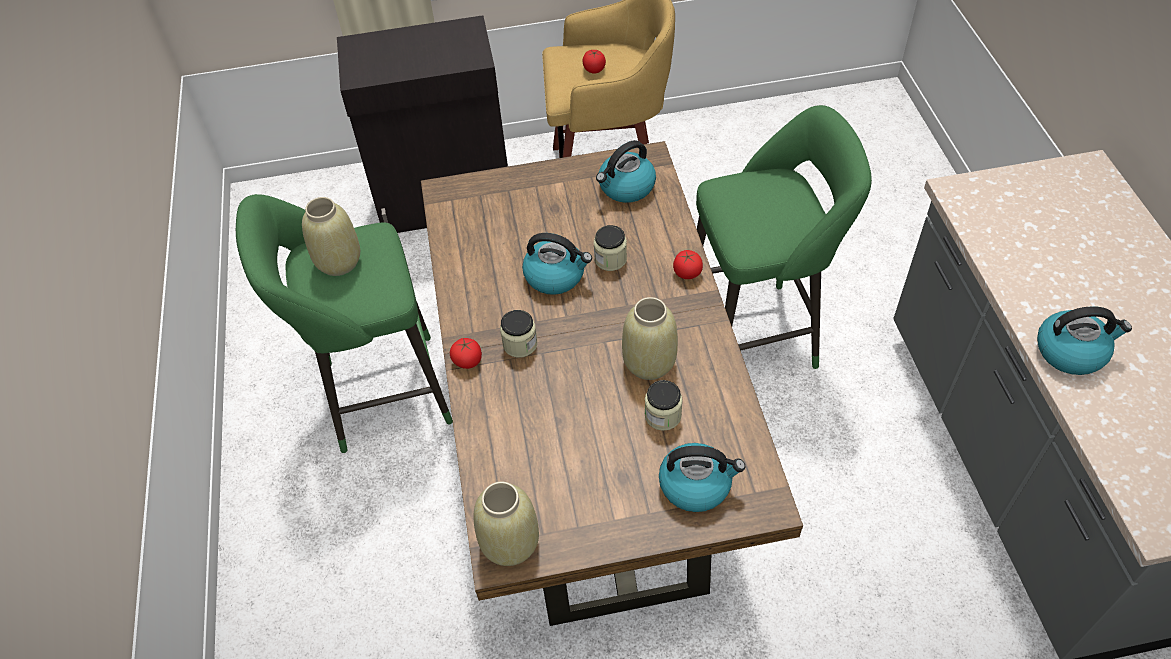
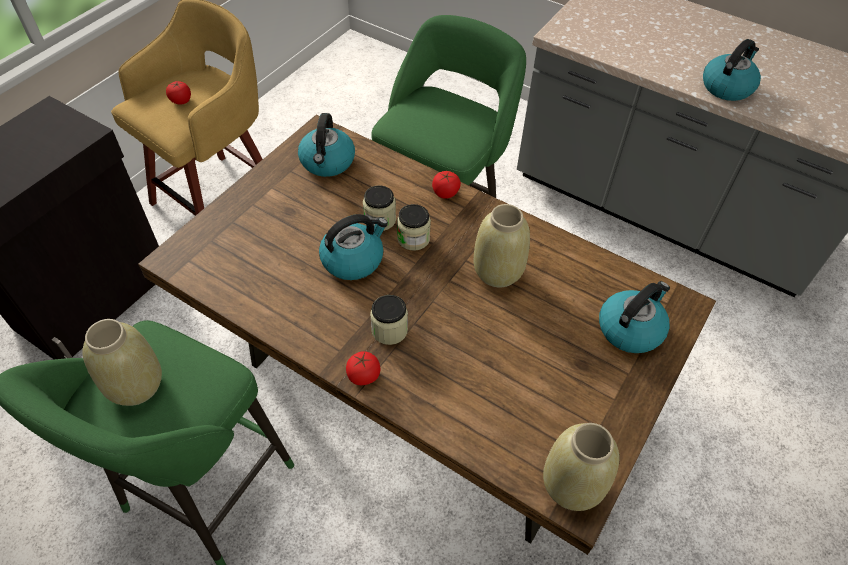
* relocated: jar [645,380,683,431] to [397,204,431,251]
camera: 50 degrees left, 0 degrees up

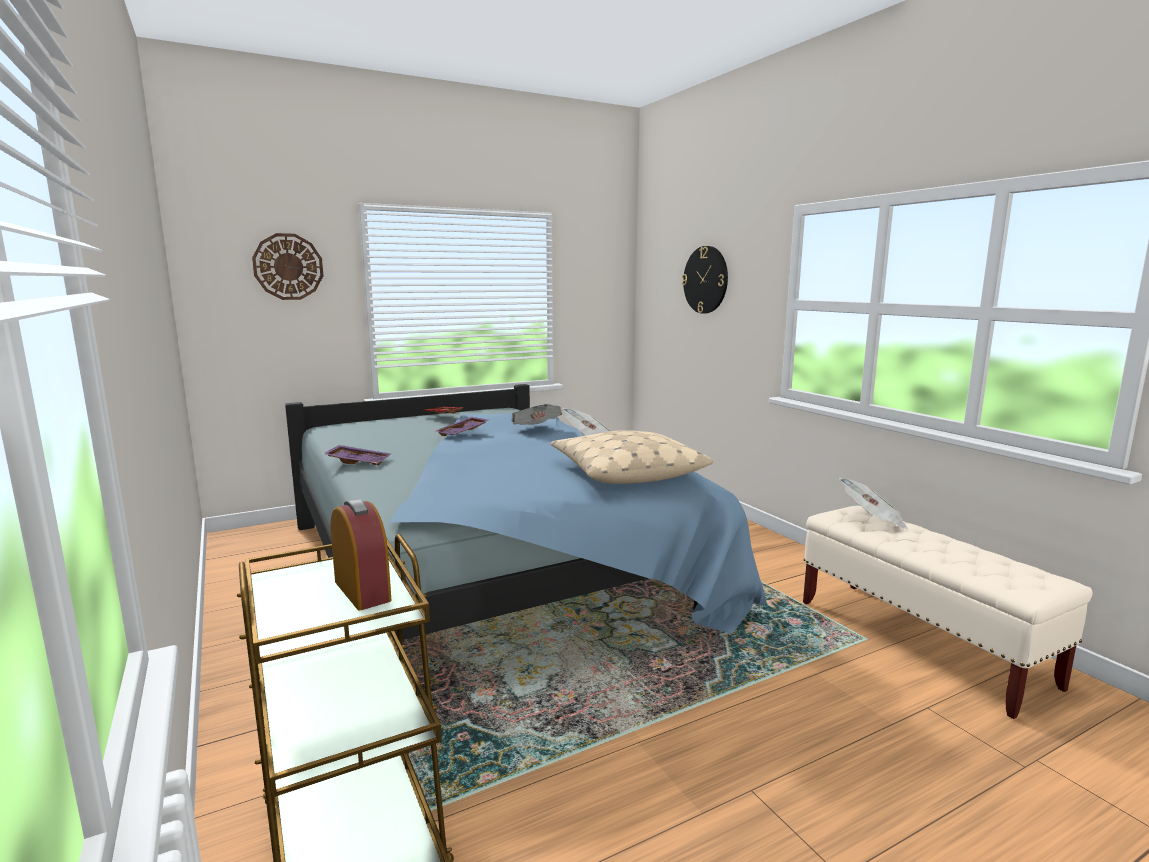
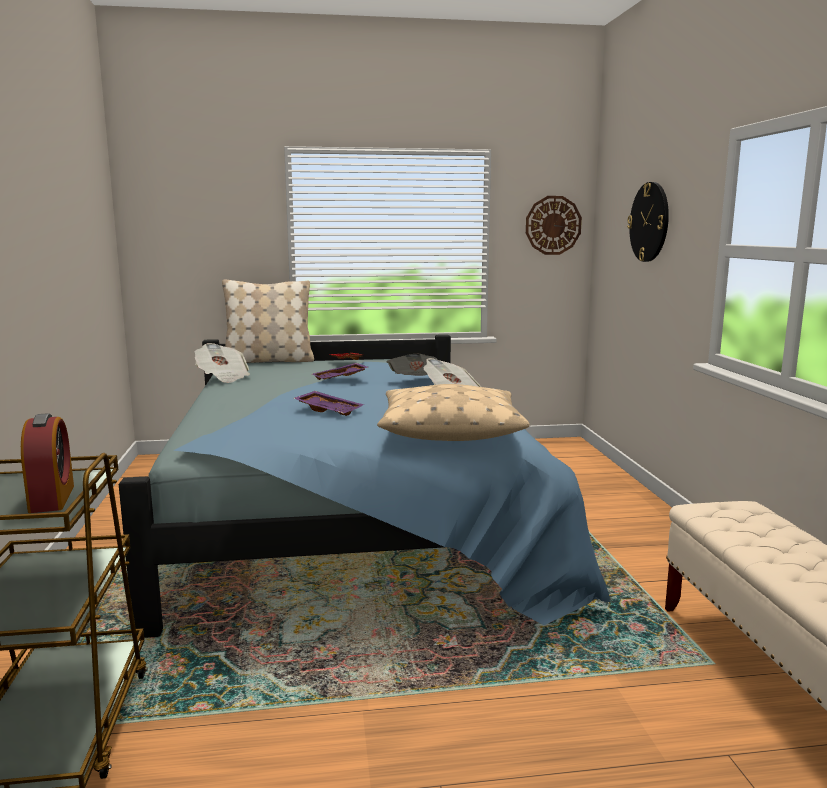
* relocated: newspaper [839,477,909,530] to [194,343,250,383]
* appeared: beige pillow [222,279,314,363]
* relocated: purple tray [323,445,391,465] to [293,391,364,416]
* relocated: wall clock [252,233,324,300] to [526,196,582,255]
camera: 20 degrees right, 0 degrees up

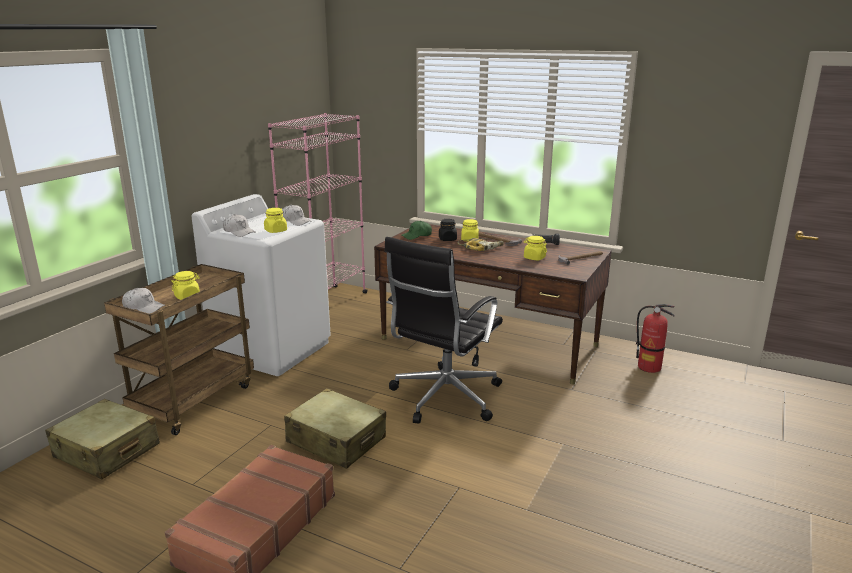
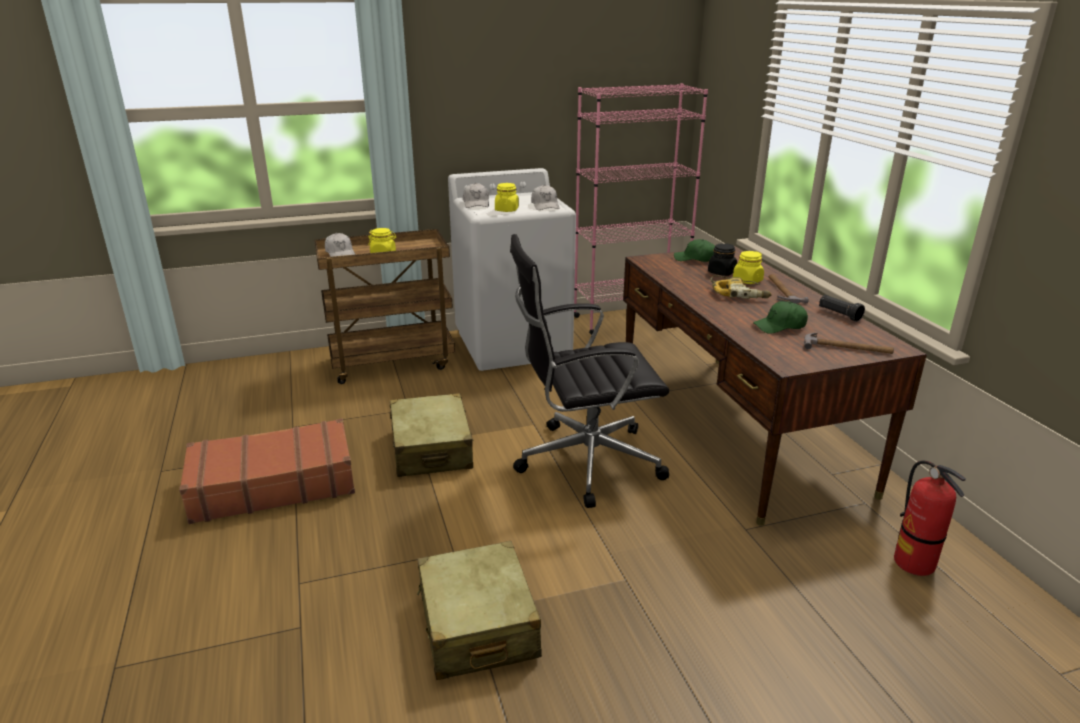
* relocated: beige suitcase [45,399,160,479] to [417,541,542,680]
* exchanged: yellow jar [524,236,547,261] to green cap [753,301,808,334]
camera: 45 degrees right, 5 degrees up

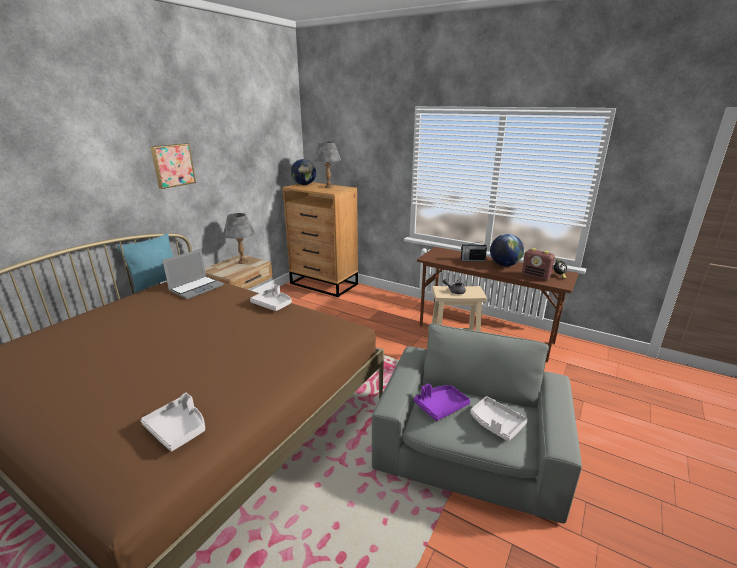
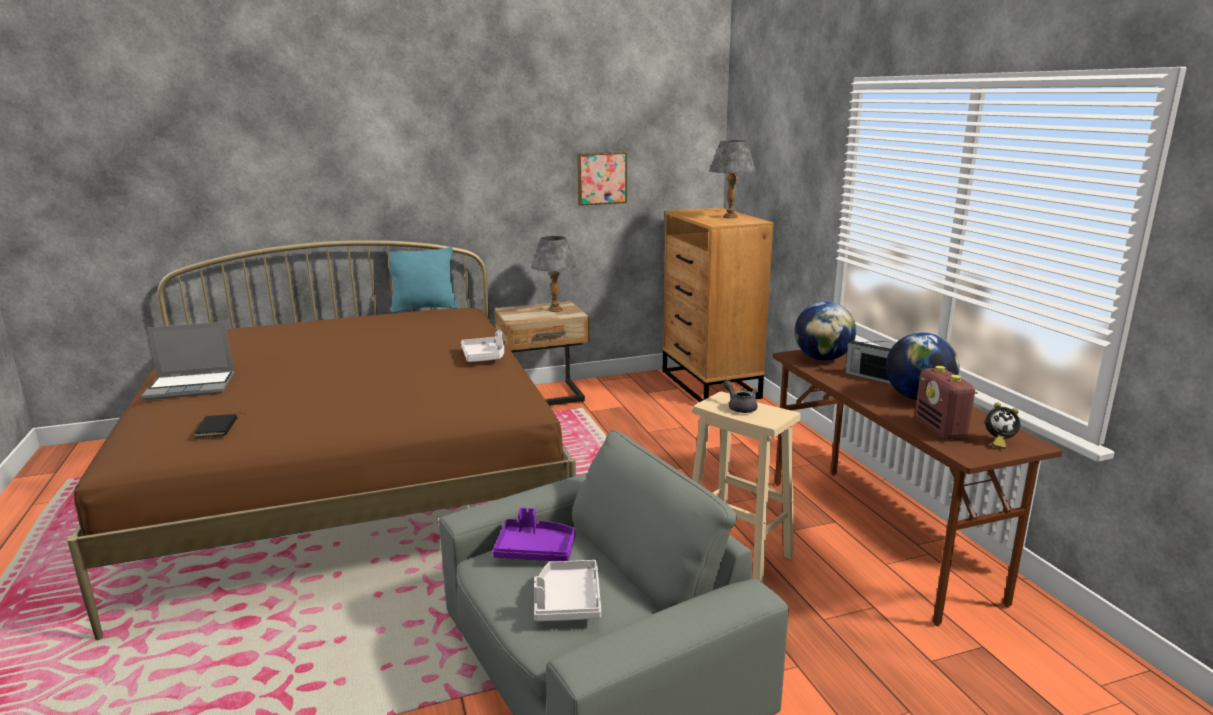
* relocated: laptop [162,249,224,299] to [141,322,235,400]
* exchanged: white tray [141,393,205,452] to black book [194,413,247,438]
* relocated: picture [151,143,196,189] to [577,152,627,206]
* relocated: globe [291,159,316,185] to [795,301,856,361]
camera: 40 degrees right, 5 degrees down

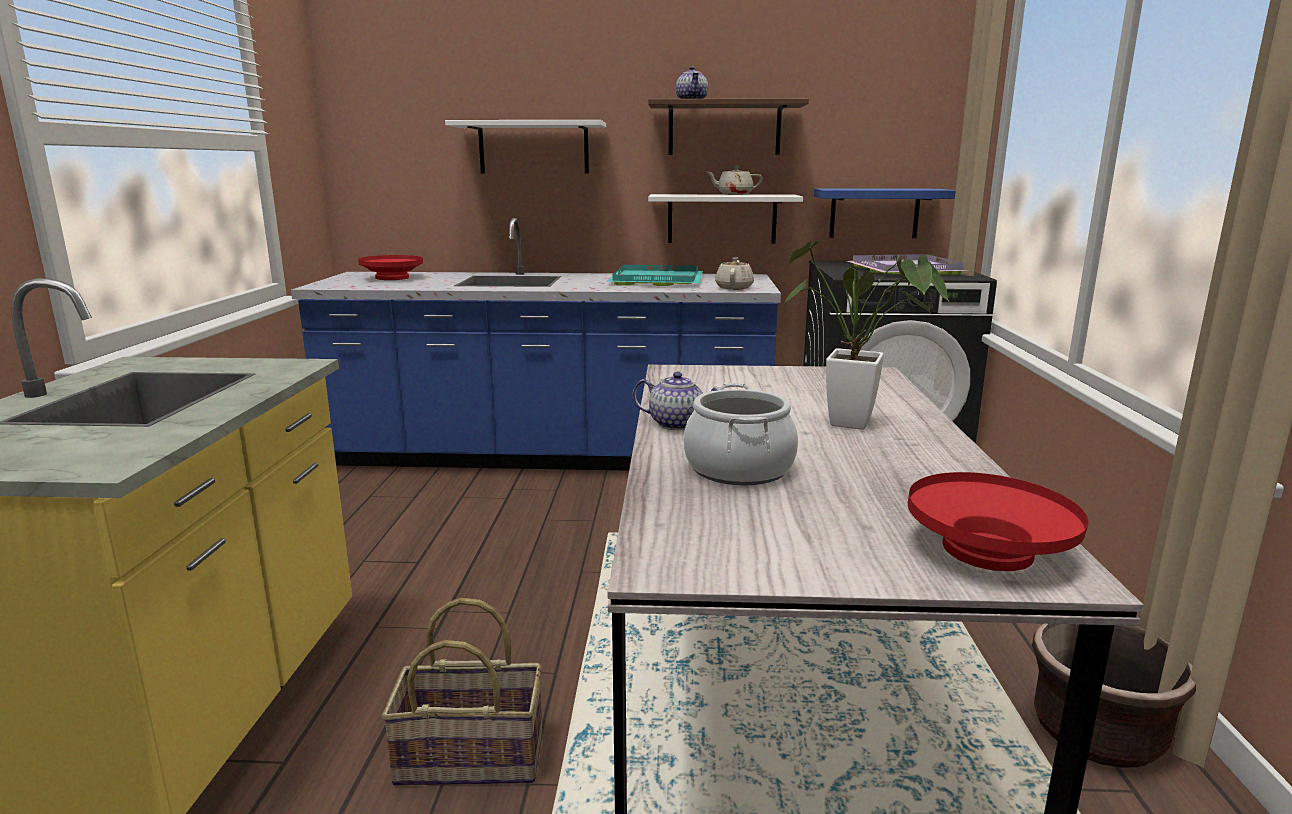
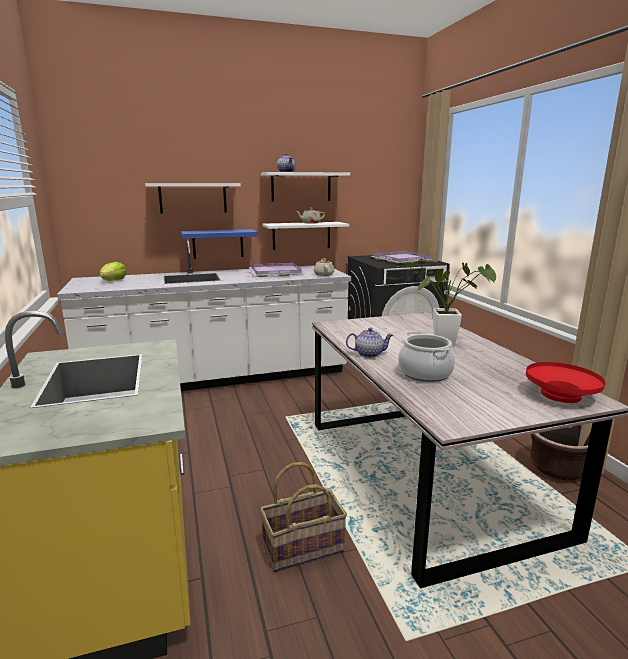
* colour: blue counter [291,218,781,471] to white counter [57,240,351,391]
* exchanged: red bowl [358,255,423,280] to lettuce [99,262,126,281]
* relocated: blue shelf [814,188,956,238] to [181,229,258,259]
* colour: turquoise tray [606,265,703,286] to purple tray [249,263,304,277]
* colour: brown shelf [648,98,809,155] to white shelf [261,172,350,201]
camera: 20 degrees left, 0 degrees up

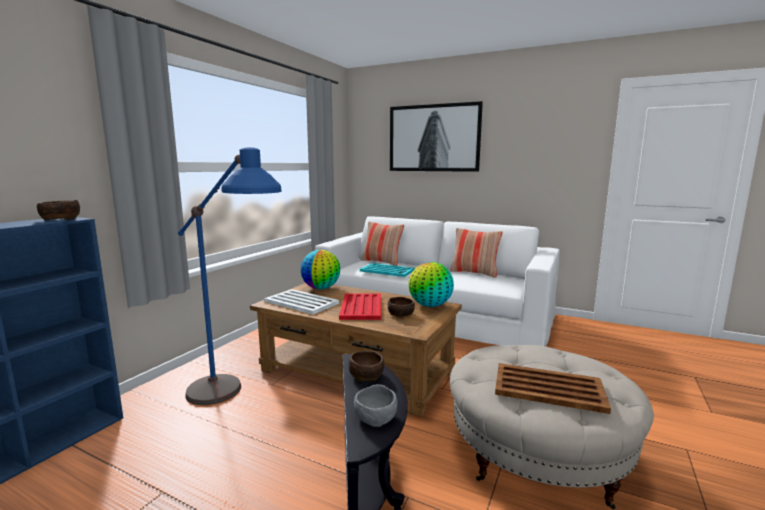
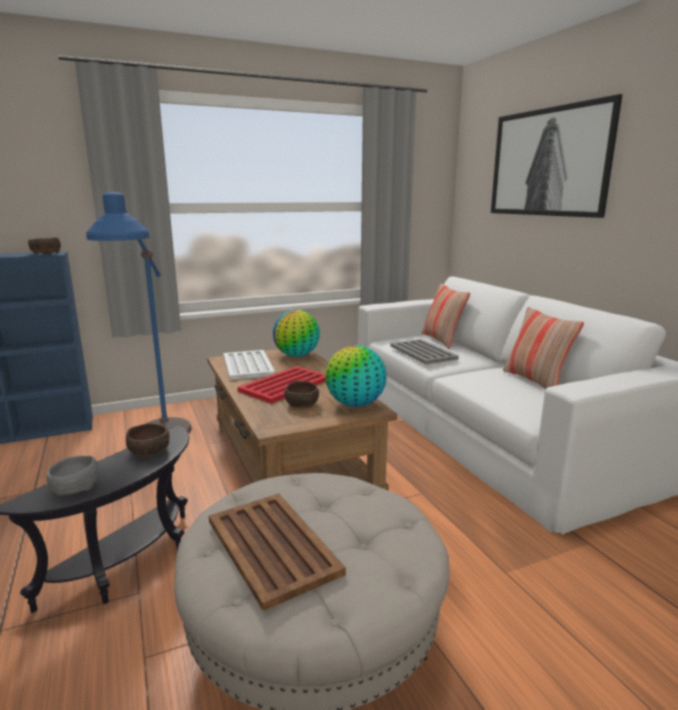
* colour: turquoise tray [360,263,415,277] to grey tray [390,339,459,365]
camera: 40 degrees right, 5 degrees up

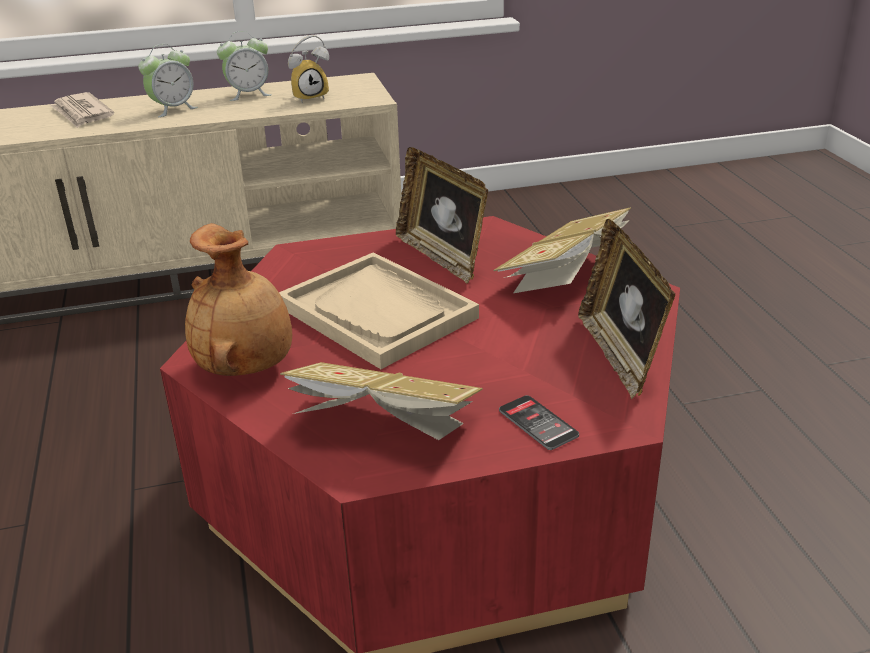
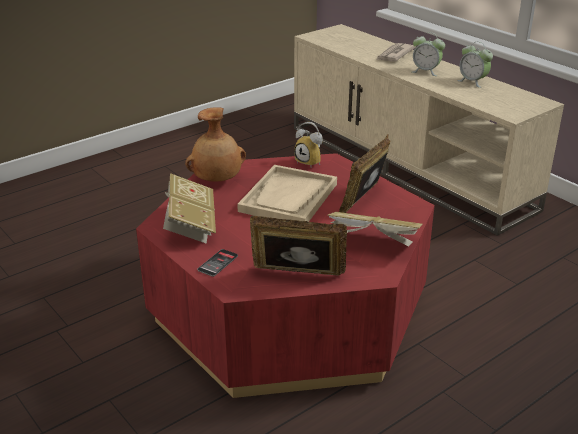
* spun: picture frame [578,219,676,399] = [250,215,347,276] 45 degrees clockwise
* relocated: alarm clock [288,35,329,103] to [294,122,323,166]
camera: 65 degrees right, 0 degrees up

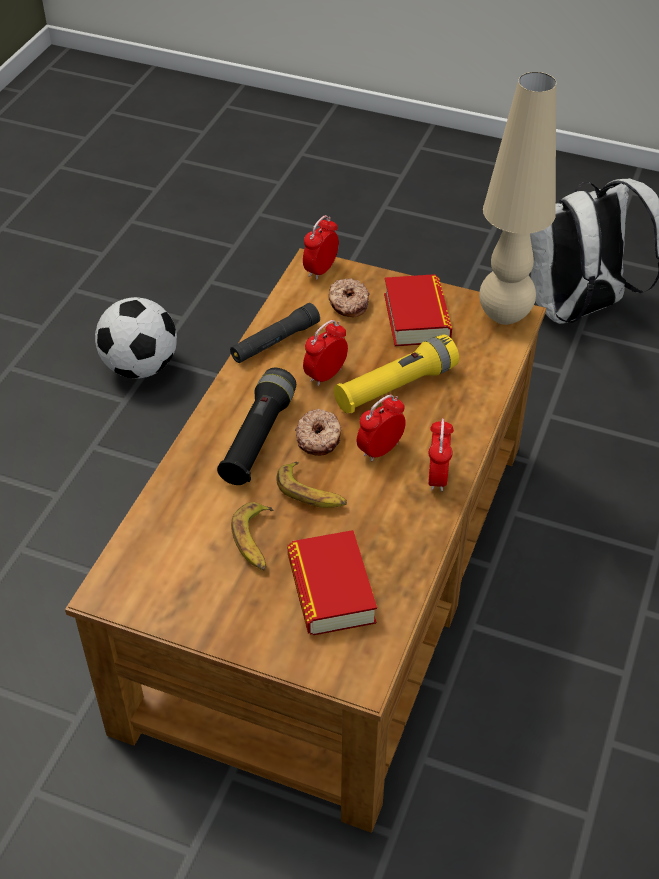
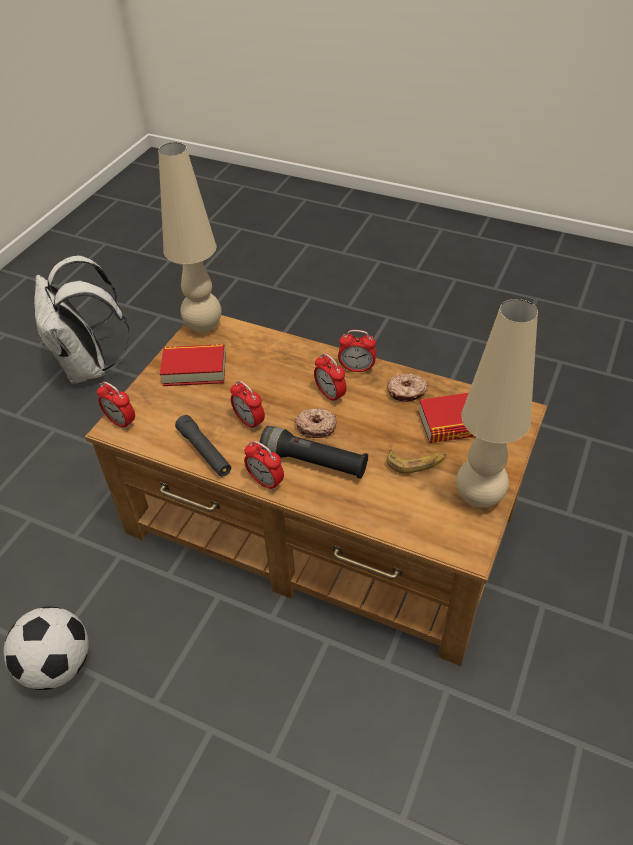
* appeared: alarm clock [244,441,284,491]
* relocated: donut [329,278,370,317] to [388,373,428,402]
* appeared: beige table lamp [456,299,538,508]
* missing: banana [276,462,347,508]
* missing: yellow flashlight [334,335,459,413]
camera: 85 degrees left, 0 degrees up

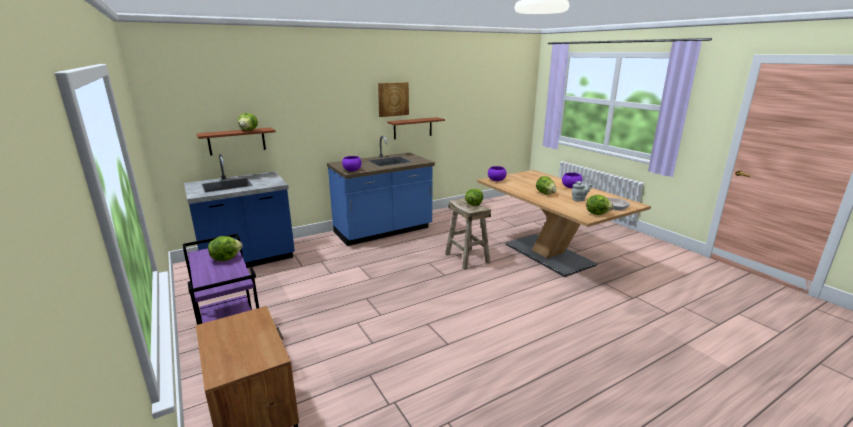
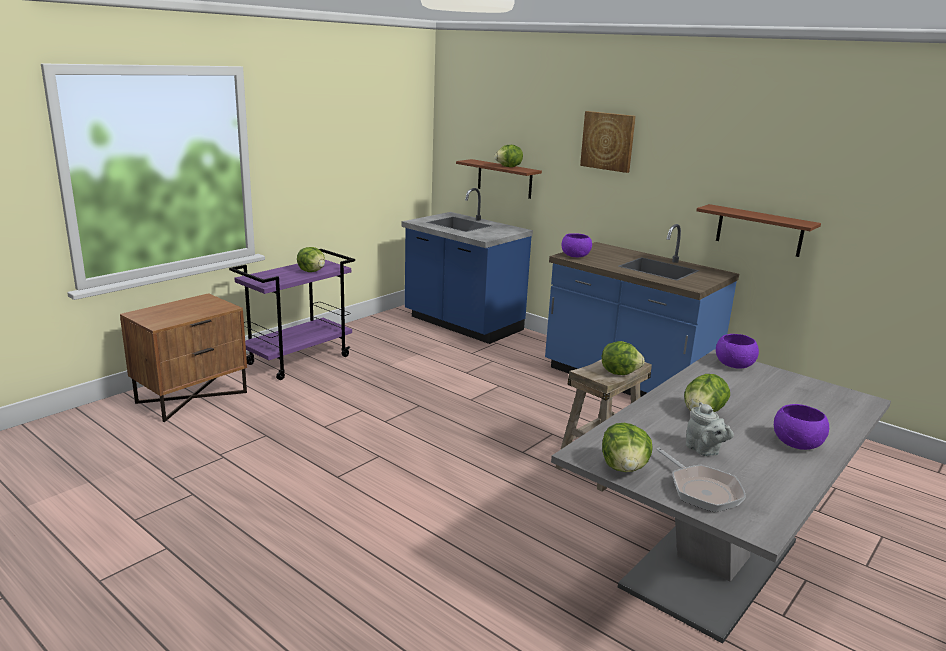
* colour: brown dining table [477,170,651,277] to grey dining table [551,349,891,644]
* relocated: picture [378,82,409,117] to [580,111,636,173]
camera: 70 degrees right, 0 degrees up

